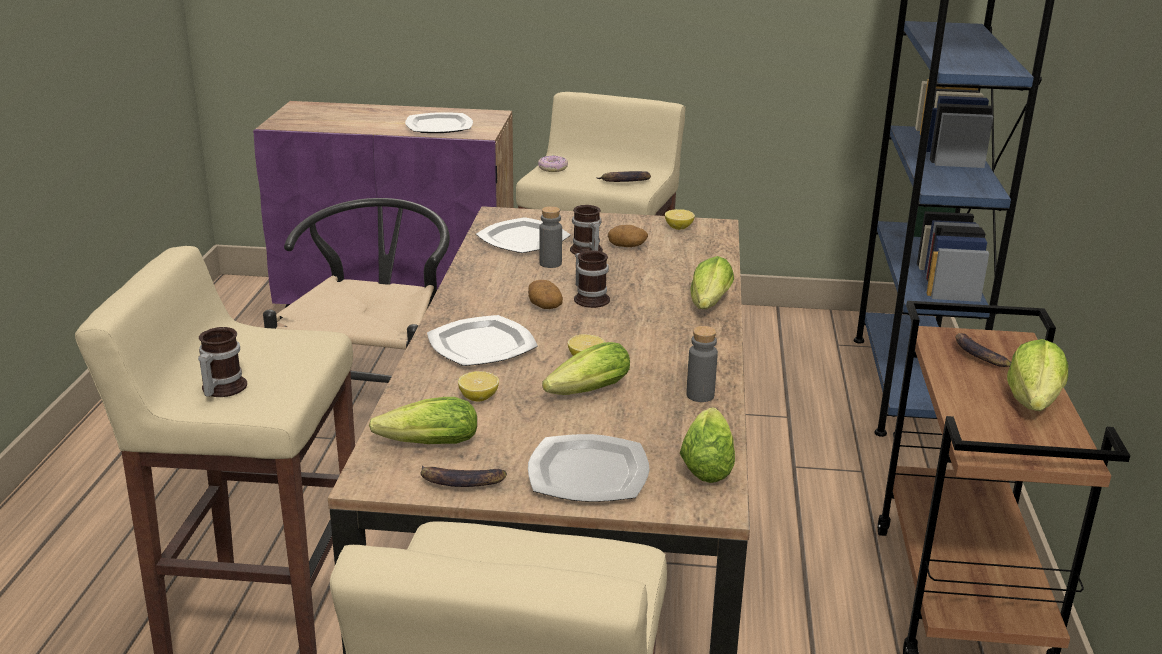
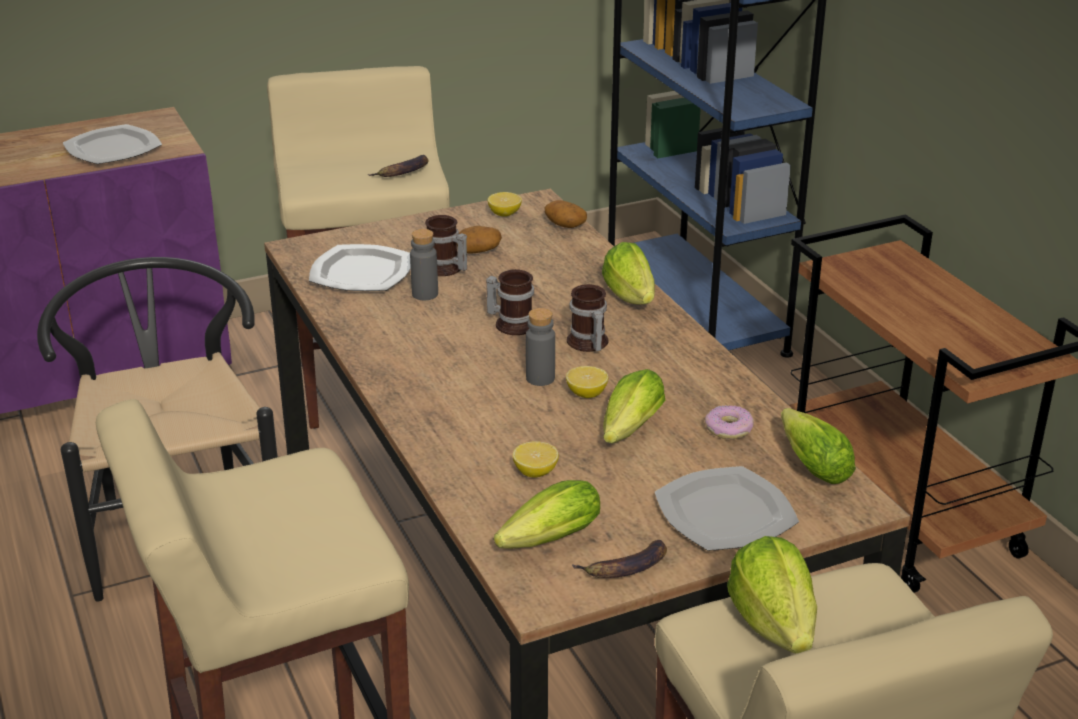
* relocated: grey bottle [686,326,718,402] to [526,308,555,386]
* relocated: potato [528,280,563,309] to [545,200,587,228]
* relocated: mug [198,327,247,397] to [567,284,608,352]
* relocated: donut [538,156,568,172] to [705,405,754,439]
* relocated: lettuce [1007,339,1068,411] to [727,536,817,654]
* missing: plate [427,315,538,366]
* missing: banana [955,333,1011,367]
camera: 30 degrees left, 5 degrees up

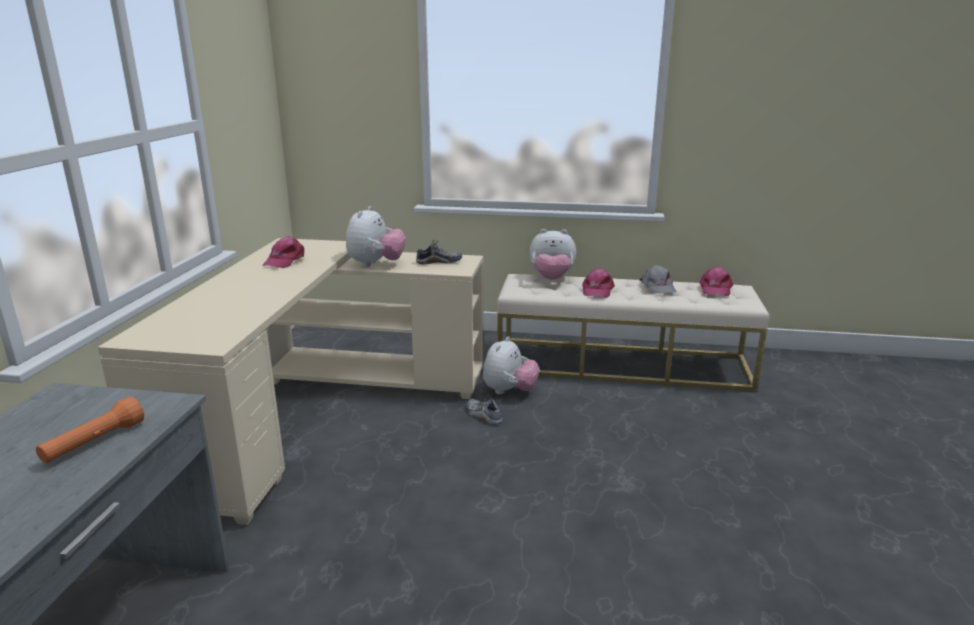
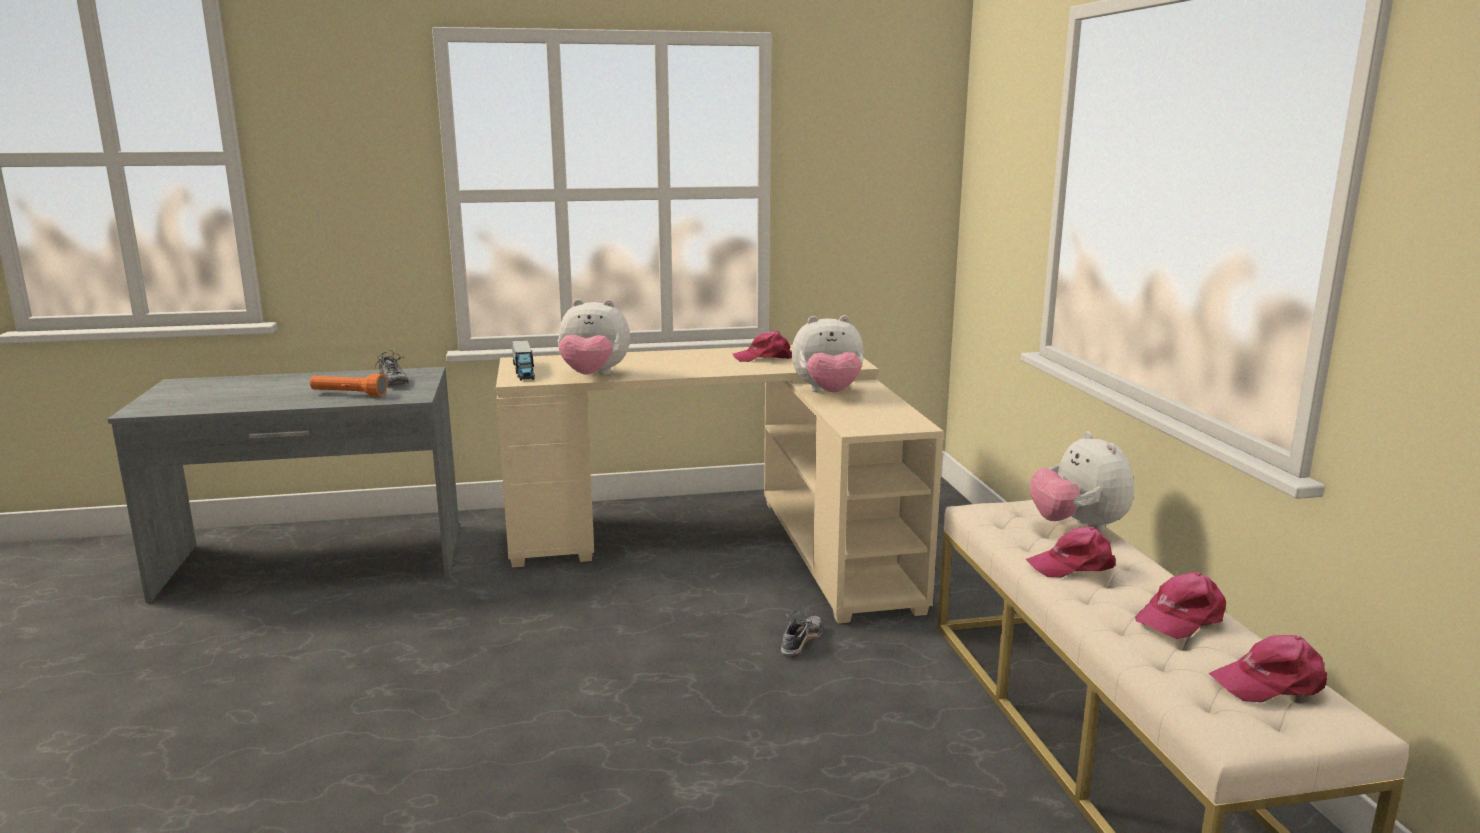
* relocated: shoe [416,240,462,264] to [375,350,409,386]
* appeared: toy truck [512,340,535,381]
* relocated: plush toy [483,337,539,394] to [558,299,630,375]
* colour: grey cap [640,265,676,294] to pink cap [1135,572,1226,639]
camera: 70 degrees right, 5 degrees down

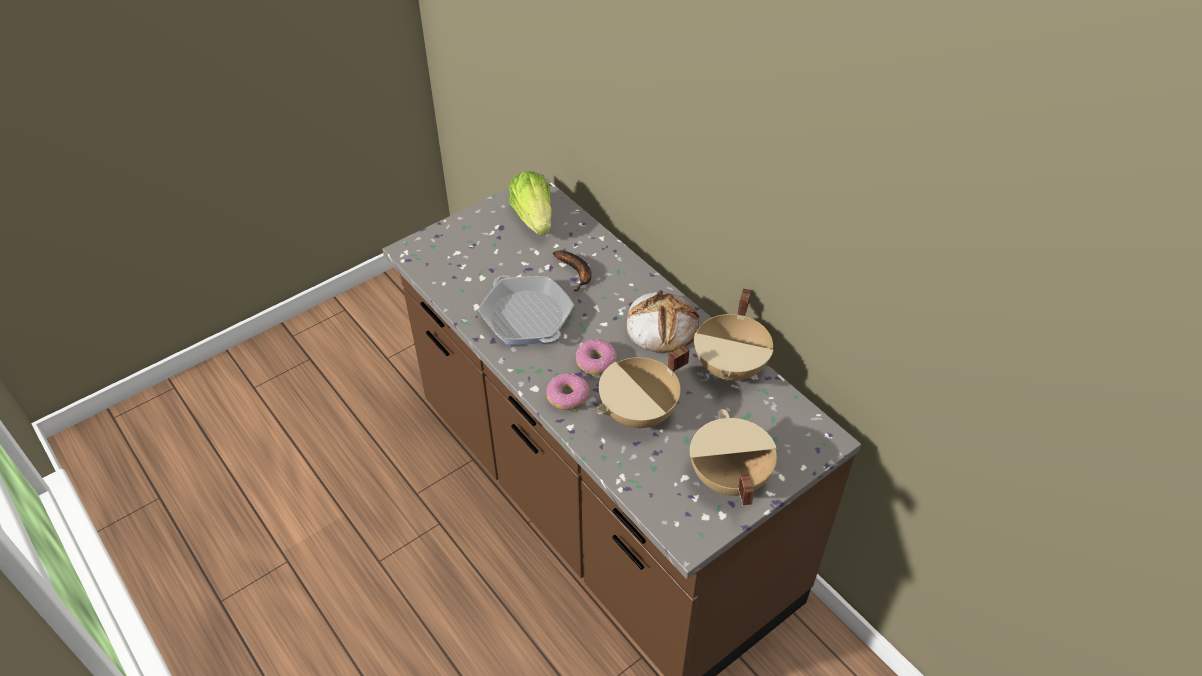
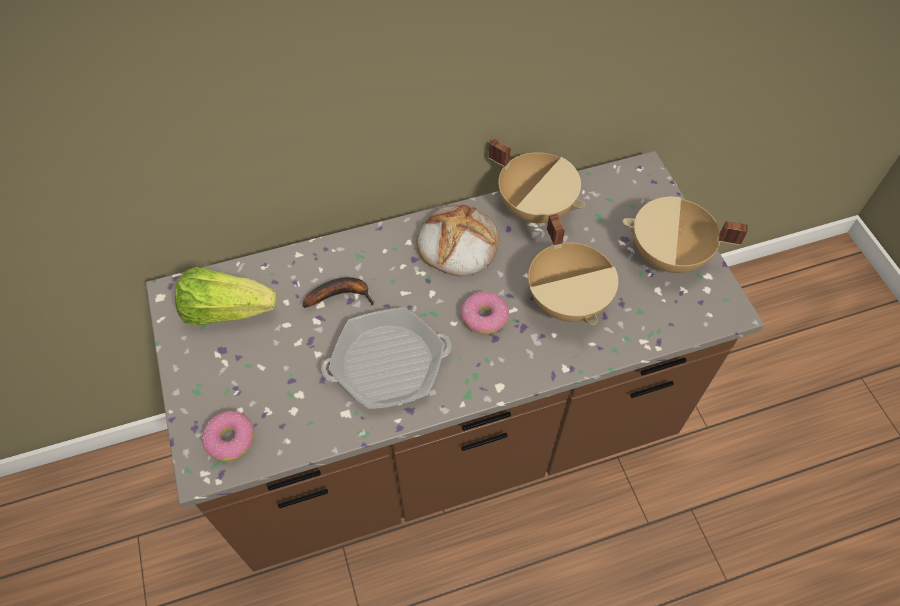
* relocated: donut [546,373,589,410] to [202,410,254,462]
camera: 70 degrees left, 10 degrees up

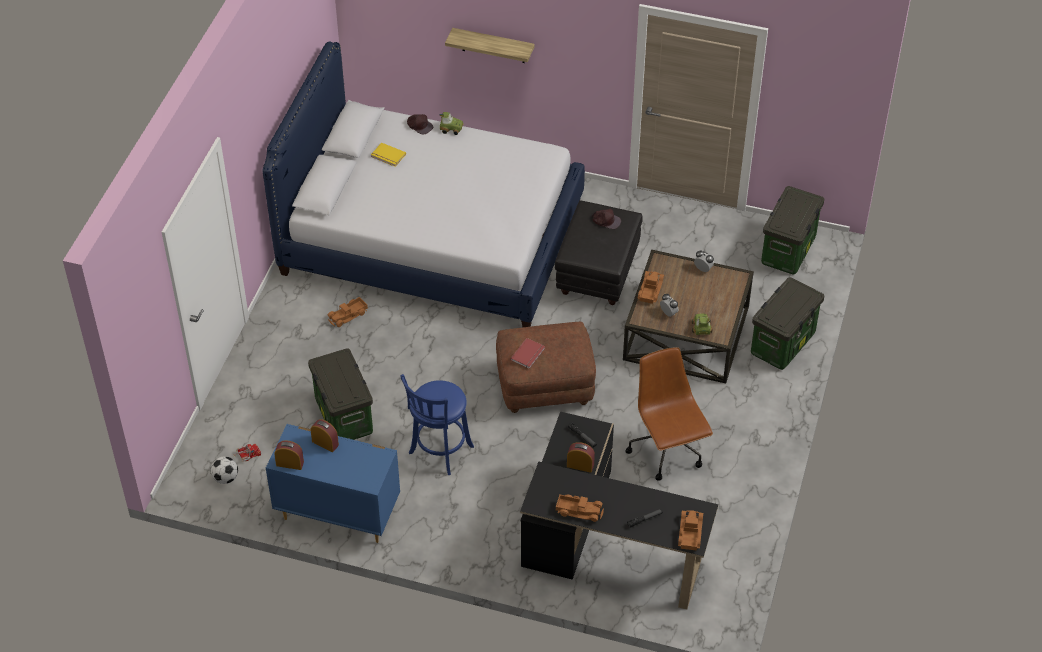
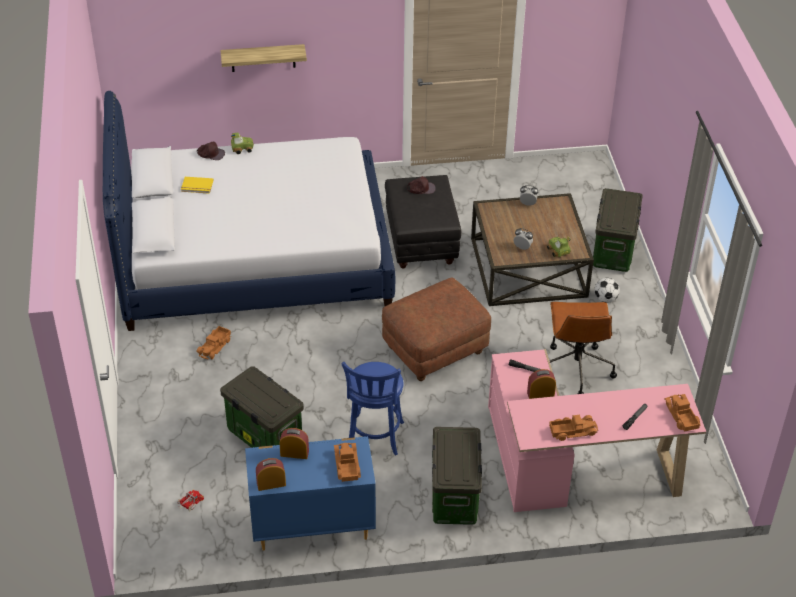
* relocated: toy truck [637,271,664,304] to [334,443,361,482]
* relocated: storage box [761,186,824,275] to [432,427,482,525]
* colour: black desk [520,412,718,610] to pink desk [488,349,706,512]
* spun: brown office chair [625,347,713,481] = [550,302,617,394] 135 degrees counterclockwise
* relocated: football [211,456,238,484] to [594,278,620,303]
* missing: red book [510,338,545,369]
camera: 25 degrees left, 5 degrees down

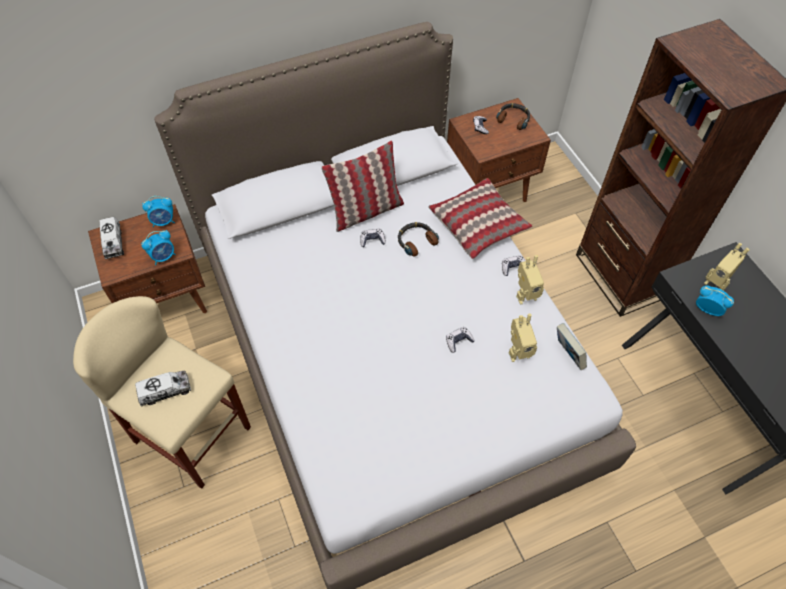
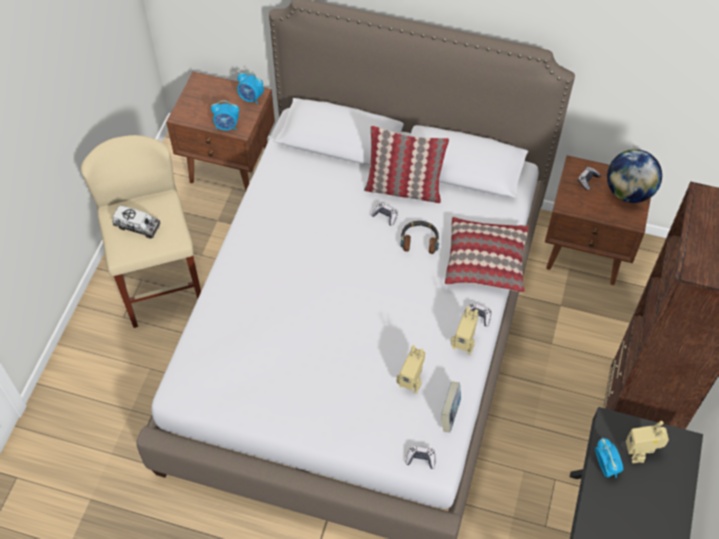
* relocated: game controller [446,327,475,353] to [406,445,435,469]
* exchanged: headphones [496,103,530,130] to globe [607,149,662,203]
* missing: toy truck [99,217,124,259]
camera: 40 degrees right, 0 degrees up

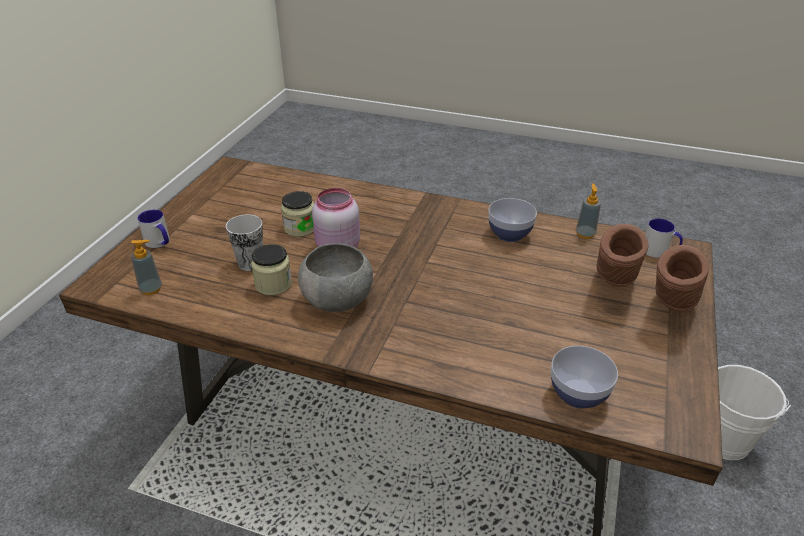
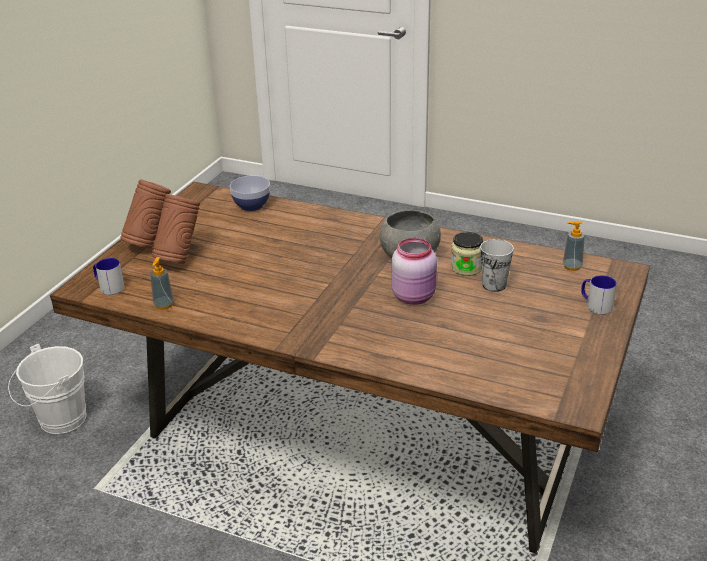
* missing: jar [281,191,314,237]
* missing: bowl [488,198,537,242]
camera: 175 degrees left, 5 degrees down

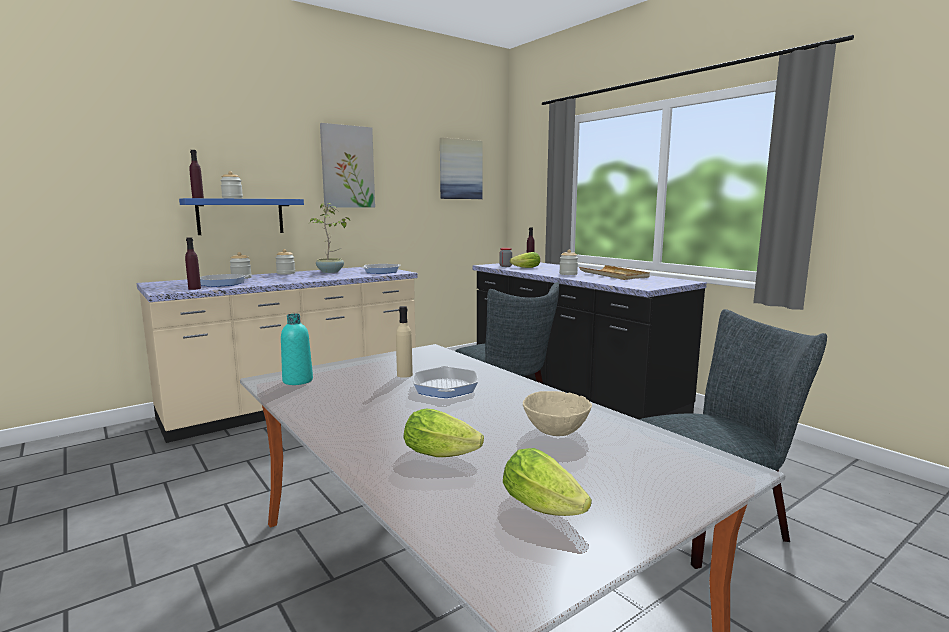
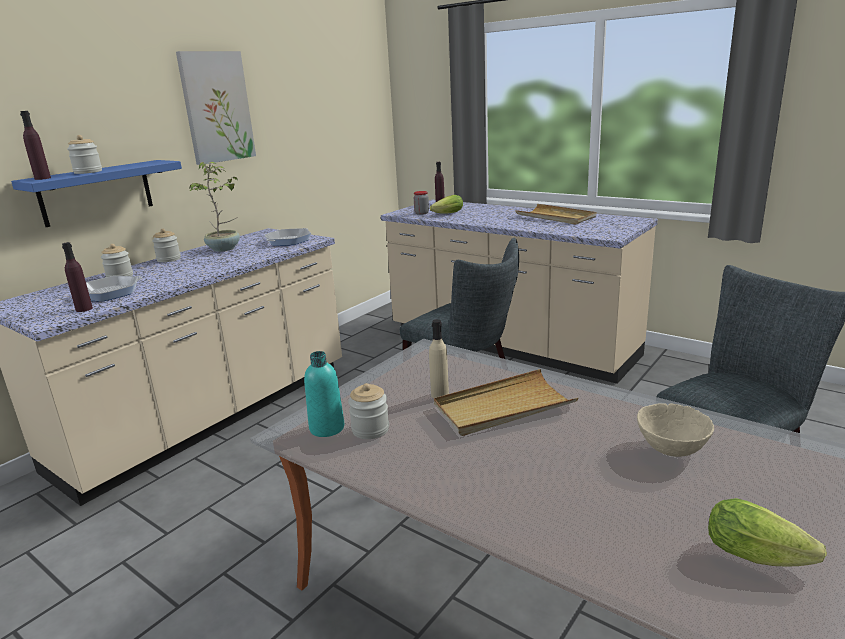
* relocated: jar [559,249,578,275] to [348,383,389,439]
* colour: black counter [472,263,707,420] to beige counter [381,200,658,384]
* exchanged: frying pan [413,366,478,398] to beige tray [434,369,578,436]
* missing: lettuce [403,409,484,457]
* missing: picture [440,137,483,199]
camera: 15 degrees left, 10 degrees up

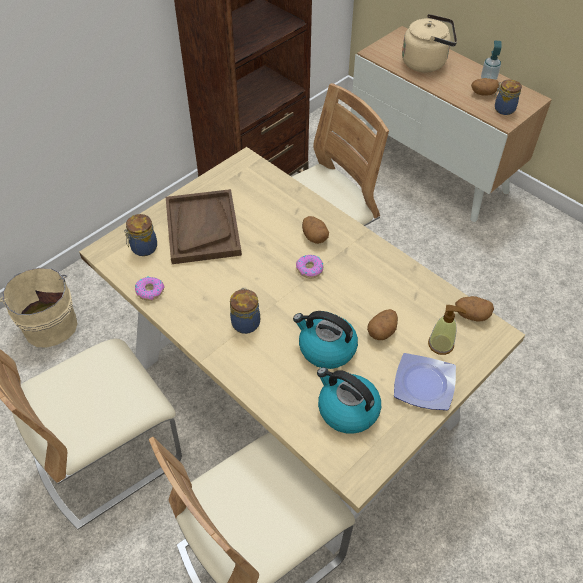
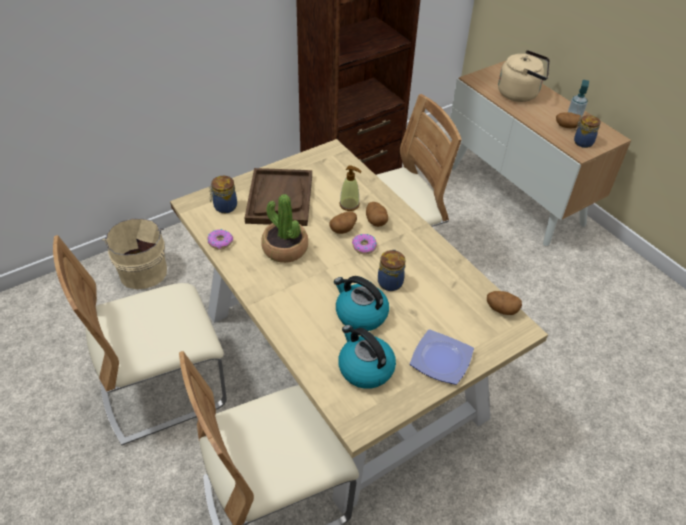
* appeared: potted plant [261,194,308,263]
* relocated: potato [367,309,398,340] to [330,211,357,234]
* relocated: soap dispenser [428,305,466,355] to [339,165,362,211]
* relocated: jar [230,288,260,334] to [378,249,405,291]
camera: 10 degrees right, 5 degrees down

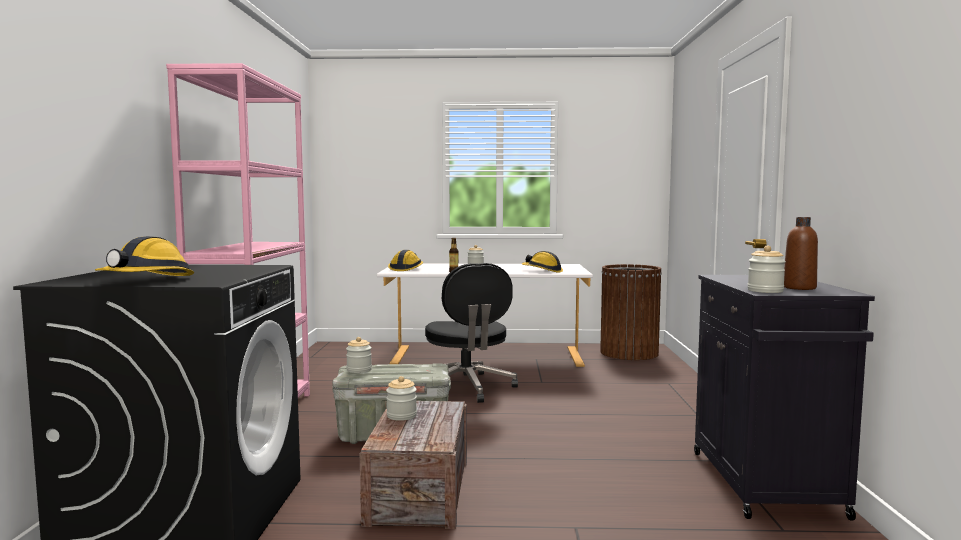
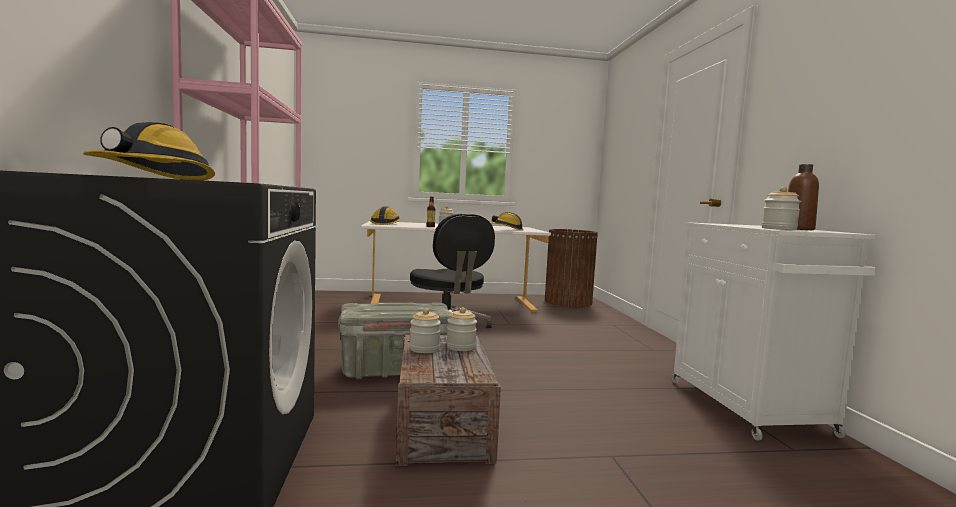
* relocated: jar [346,337,372,373] to [446,307,477,351]
* colour: black cabinet [694,275,875,521] to white cabinet [672,222,877,440]
camera: 10 degrees left, 0 degrees up

